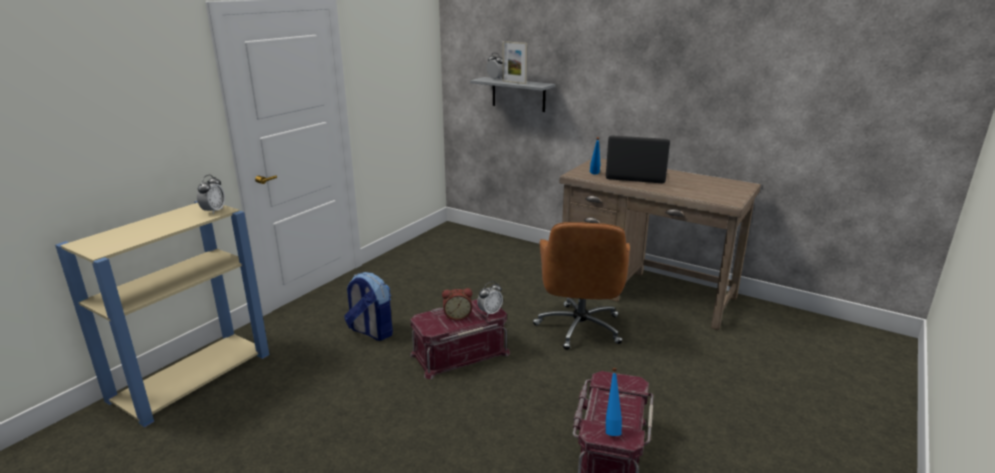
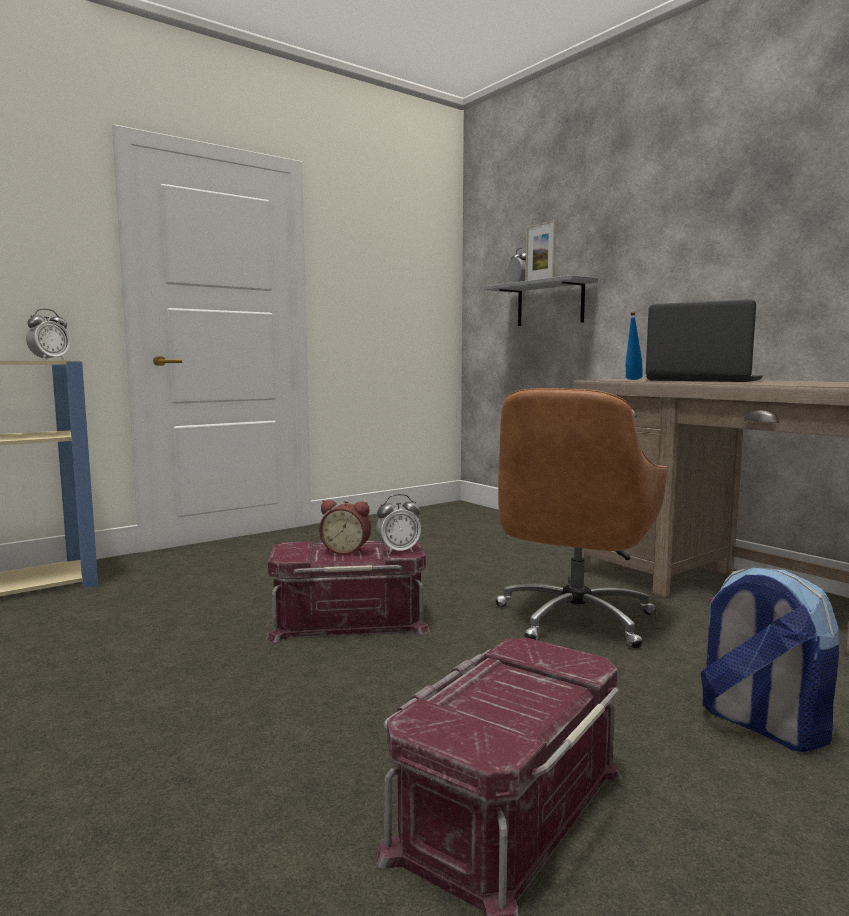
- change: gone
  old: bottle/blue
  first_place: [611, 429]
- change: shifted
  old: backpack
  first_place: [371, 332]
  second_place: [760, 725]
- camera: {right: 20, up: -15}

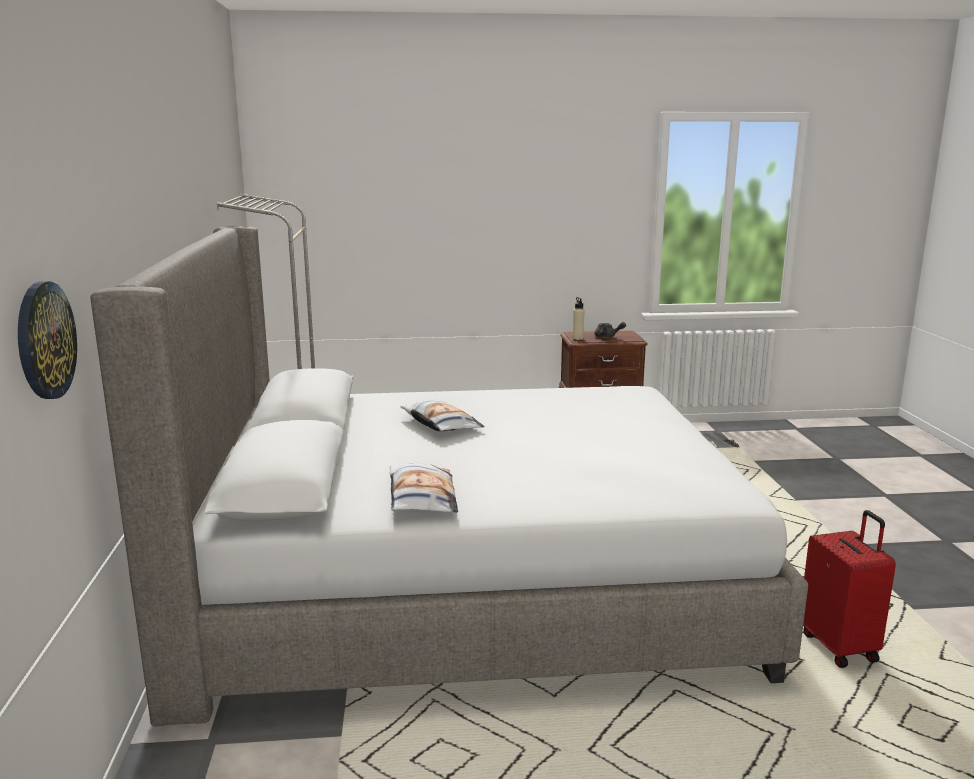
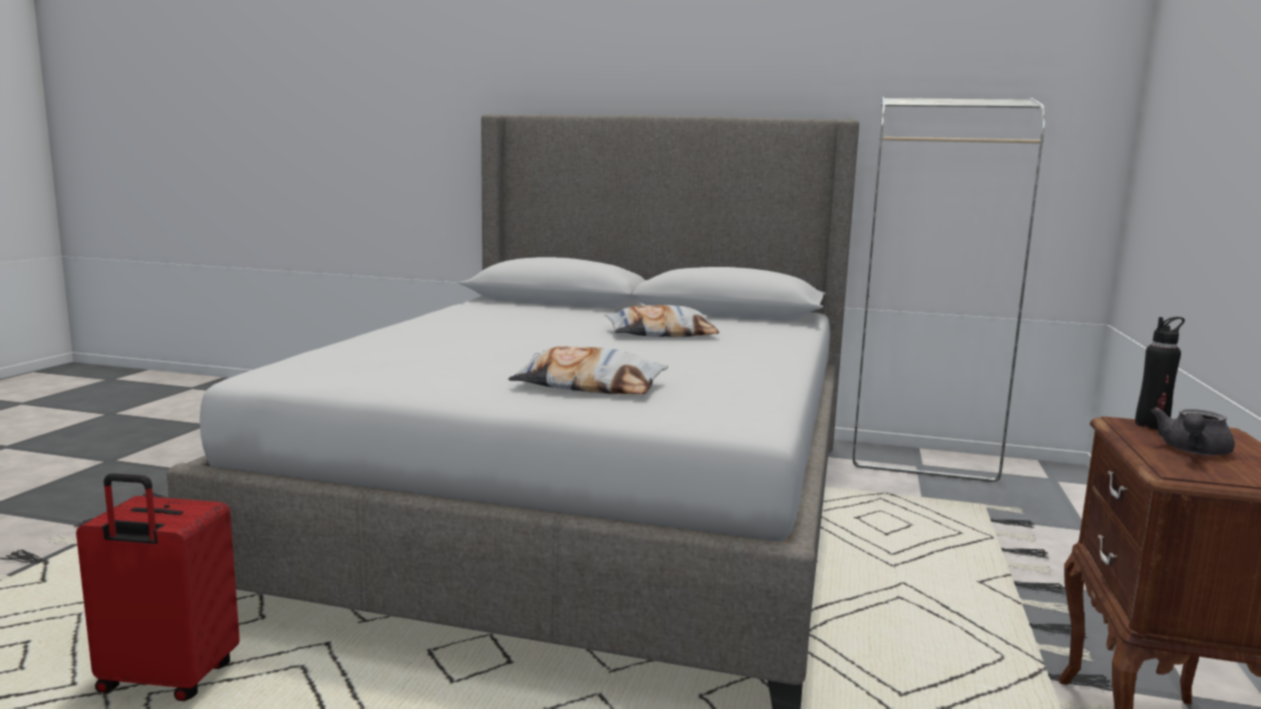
- change: gone
  old: wall clock
  first_place: [44, 340]
- change: shifted
  old: pillow
  first_place: [421, 497]
  second_place: [589, 385]
- change: repainted
  old: bottle/beige
  new: bottle/black
  first_place: [578, 338]
  second_place: [1151, 425]
- camera: {right: 110, up: -5}

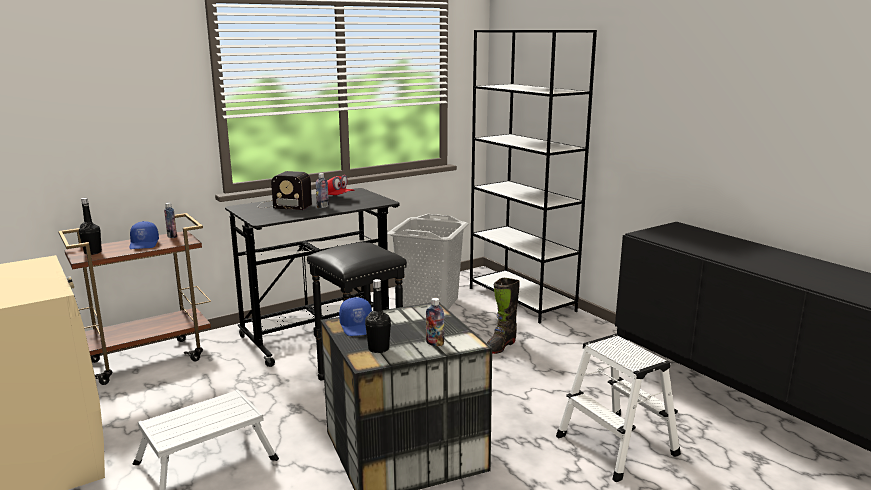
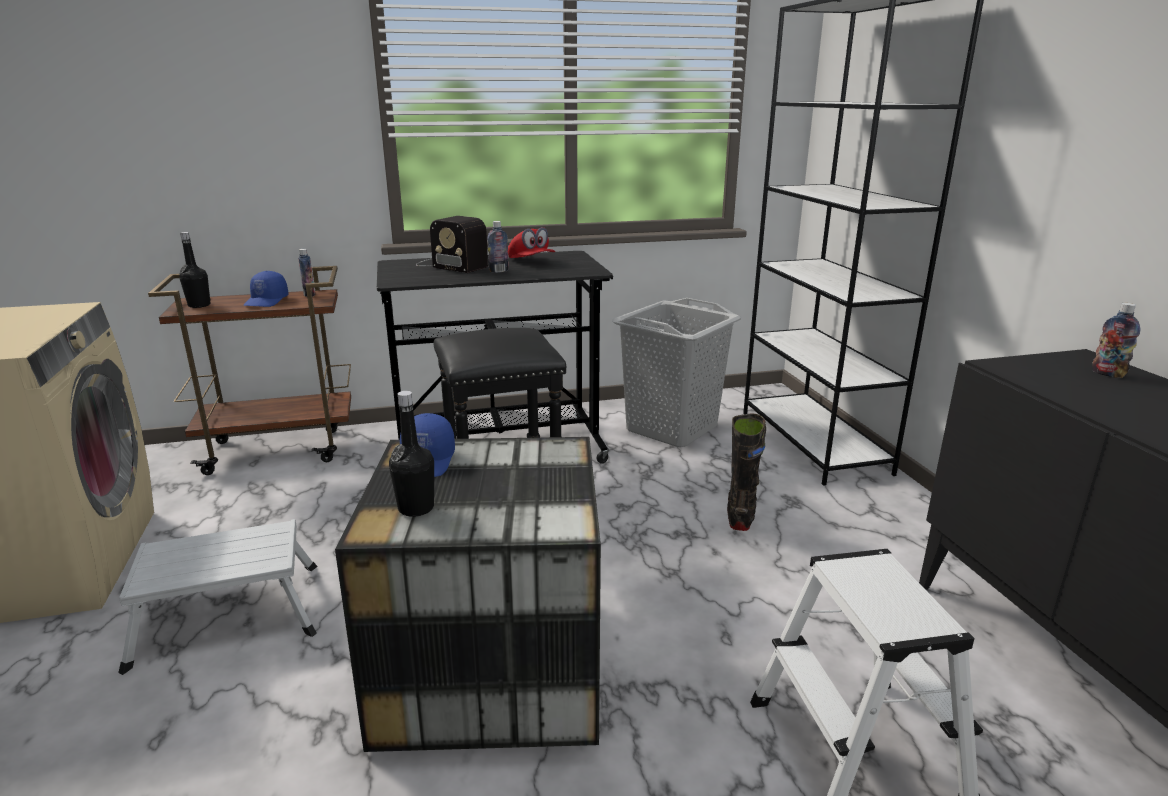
- change: shifted
  old: bottle
  first_place: [435, 343]
  second_place: [1108, 374]
- change: rotated
  old: boot/black
  first_place: [500, 346]
  second_place: [740, 513]
  degrees: 135
- camera: {right: 20, up: 5}

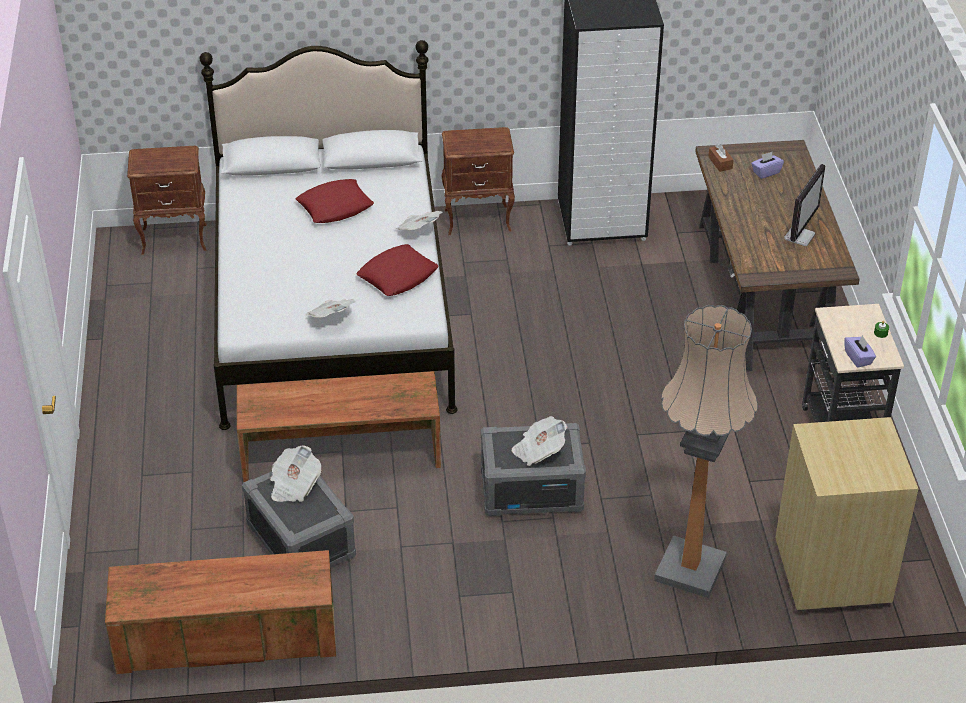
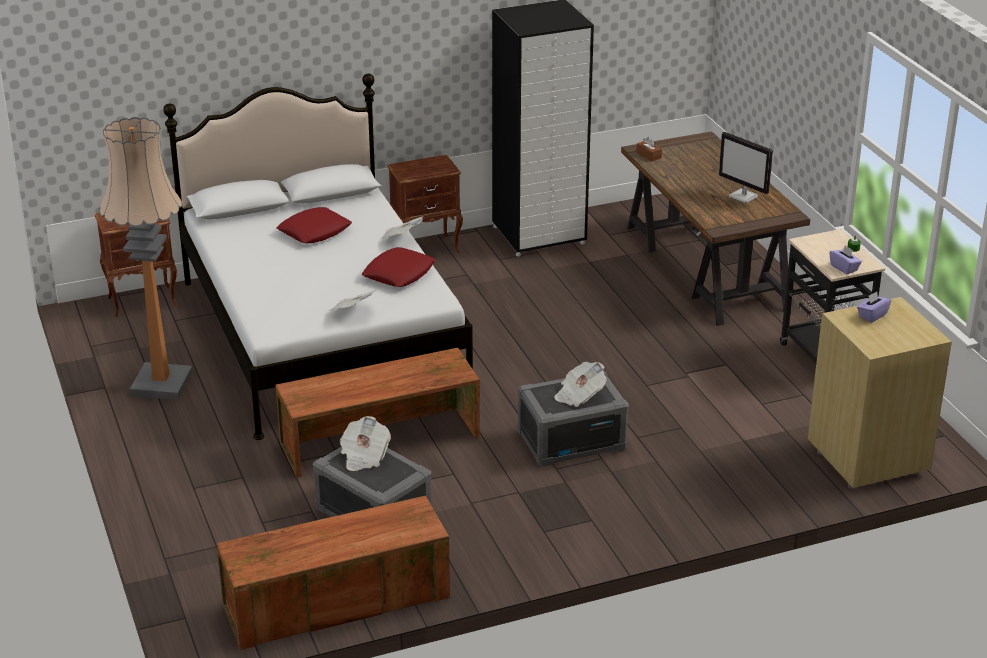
- change: shifted
  old: floor lamp
  first_place: [690, 569]
  second_place: [162, 384]
- change: shifted
  old: tissue box/purple
  first_place: [766, 172]
  second_place: [872, 315]
- change: rotated
  old: monitor
  first_place: [799, 236]
  second_place: [744, 196]
  degrees: 120
- camera: {right: -15, up: -10}

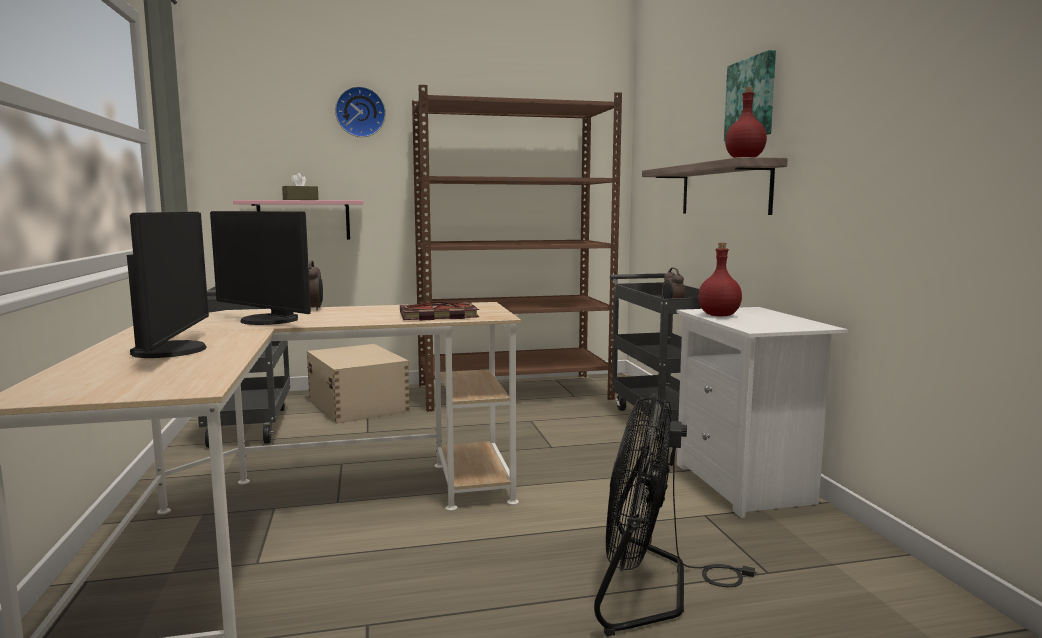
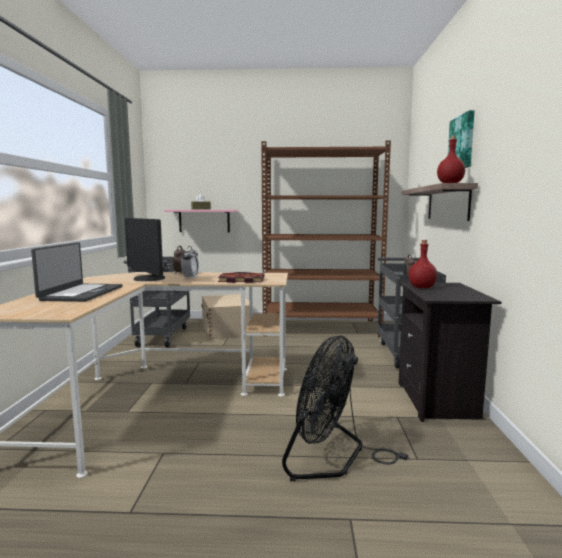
- change: gone
  old: wall clock
  first_place: [360, 112]
- change: new
  new: alarm clock
  second_place: [190, 278]
- change: swapped
  old: monitor
  new: laptop
  first_place: [173, 350]
  second_place: [81, 293]
- change: repainted
  old: nightstand/white
  new: nightstand/black
  first_place: [747, 485]
  second_place: [438, 401]
- camera: {right: 15, up: 0}

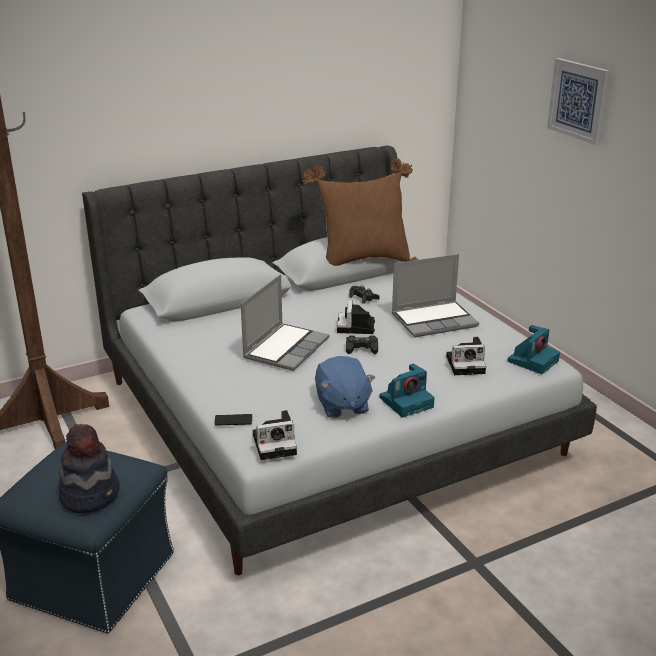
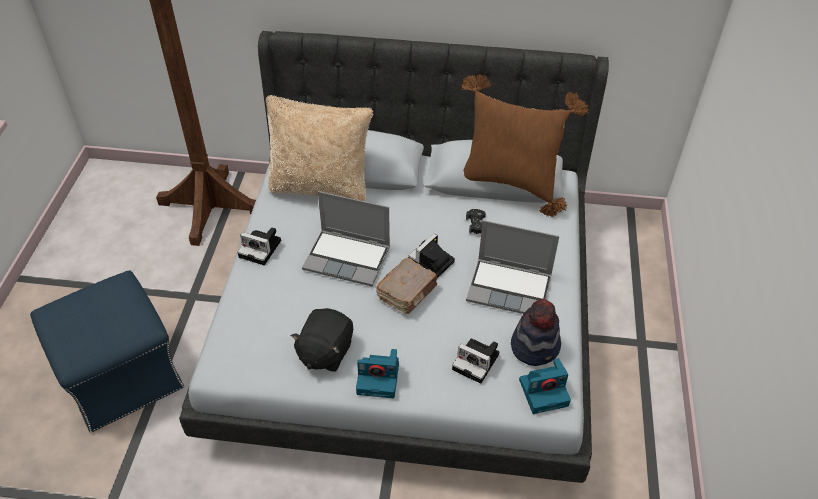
- change: gone
  old: phone
  first_place: [233, 420]
- change: gone
  old: picture
  first_place: [579, 100]
- change: new
  new: pillow/beige
  second_place: [321, 190]
- change: shifted
  old: hat
  first_place: [90, 494]
  second_place: [535, 346]
- change: shifted
  old: photo camera
  first_place: [276, 443]
  second_place: [262, 249]
- change: swapped
  old: game controller/black
  new: book/brown
  first_place: [361, 348]
  second_place: [407, 292]
- change: repainted
  old: plush toy/blue
  new: plush toy/black
  first_place: [342, 405]
  second_place: [325, 352]
- change: rotated
  old: laptop
  first_place: [286, 348]
  second_place: [348, 258]
  degrees: 45
- camera: {right: 35, up: 20}

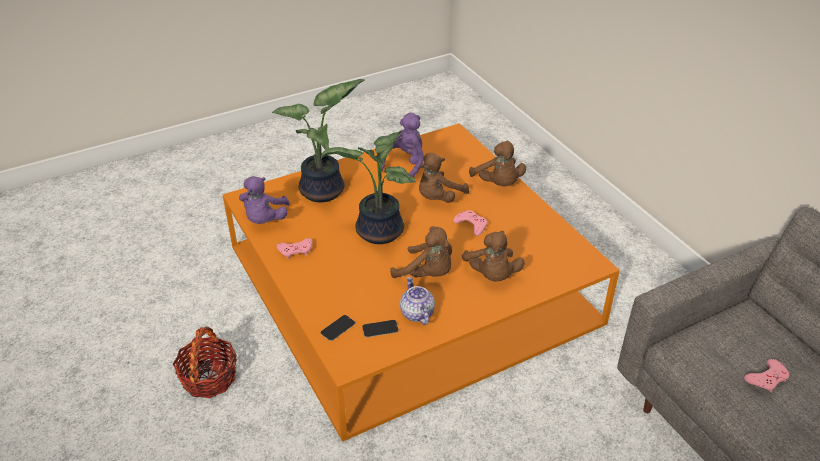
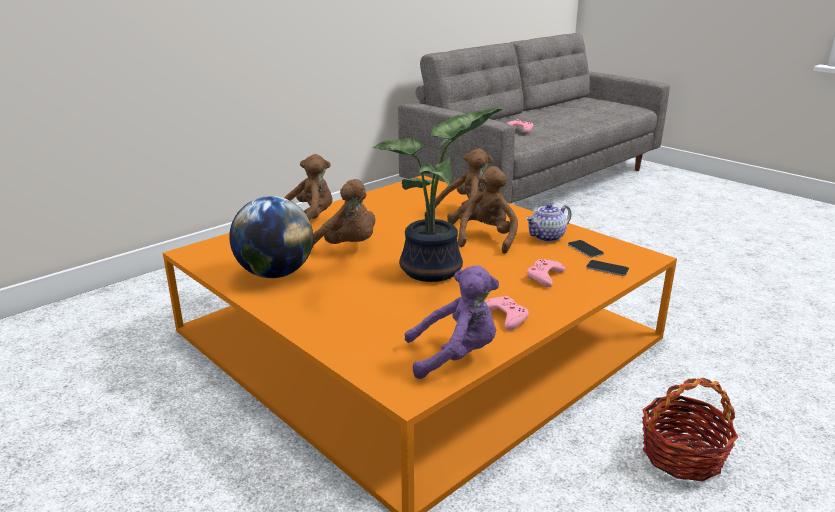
- change: gone
  old: potted plant
  first_place: [325, 191]
- change: shifted
  old: game controller/pink
  first_place: [471, 225]
  second_place: [544, 276]
- change: swapped
  old: plush toy/purple
  new: globe
  first_place: [405, 164]
  second_place: [275, 273]
- camera: {right: -105, up: -15}

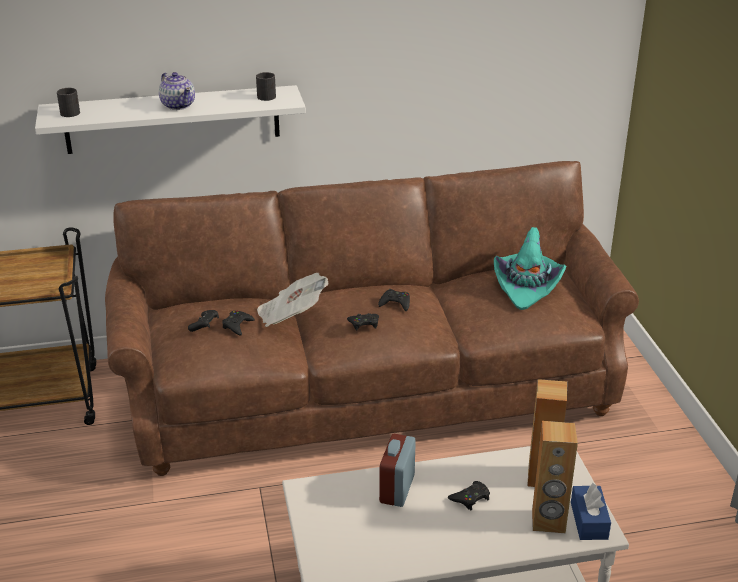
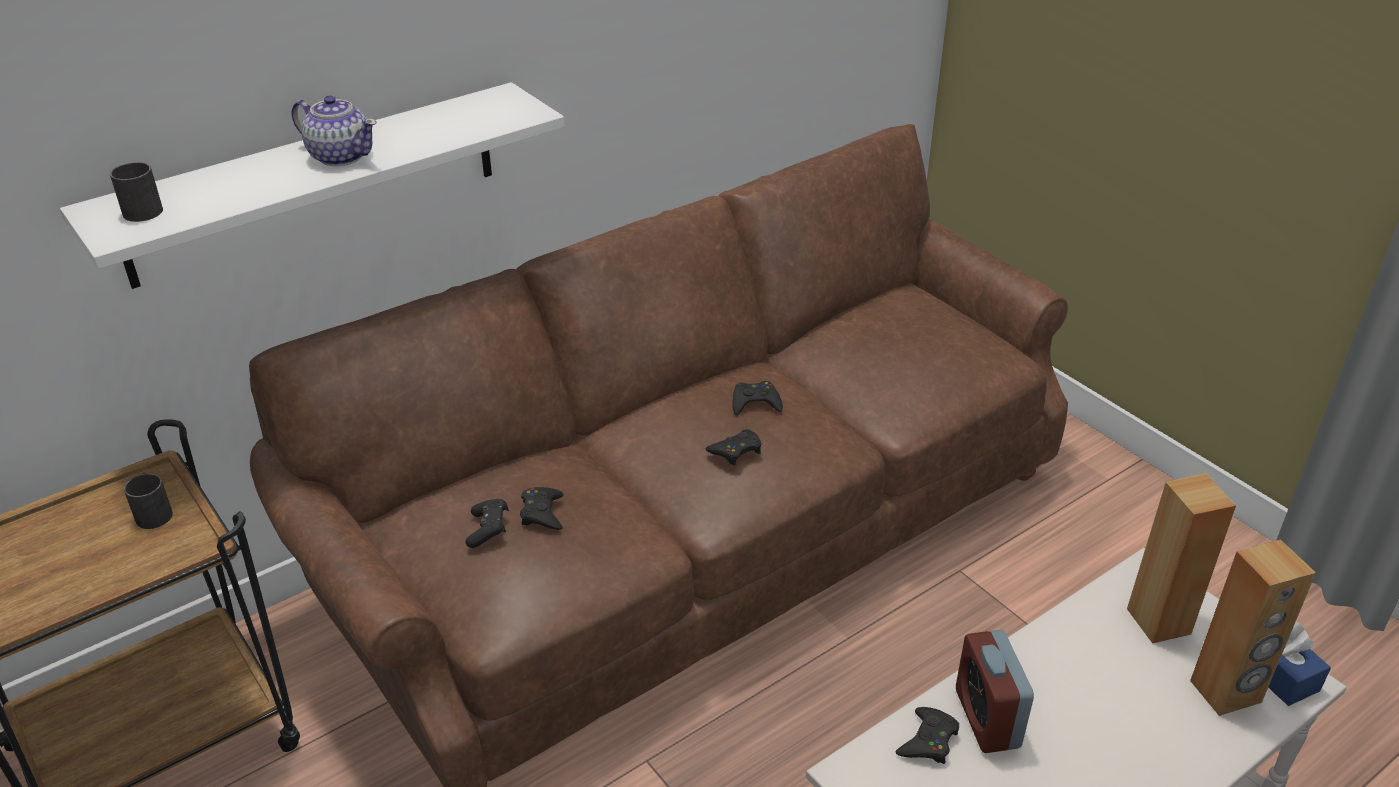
- change: gone
  old: newspaper
  first_place: [291, 315]
- change: gone
  old: hat/turquoise
  first_place: [527, 286]
- change: shifted
  old: mug/black
  first_place: [267, 95]
  second_place: [153, 511]
- change: shifted
  old: game controller/black
  first_place: [470, 498]
  second_place: [928, 741]
- camera: {right: -25, up: 5}

